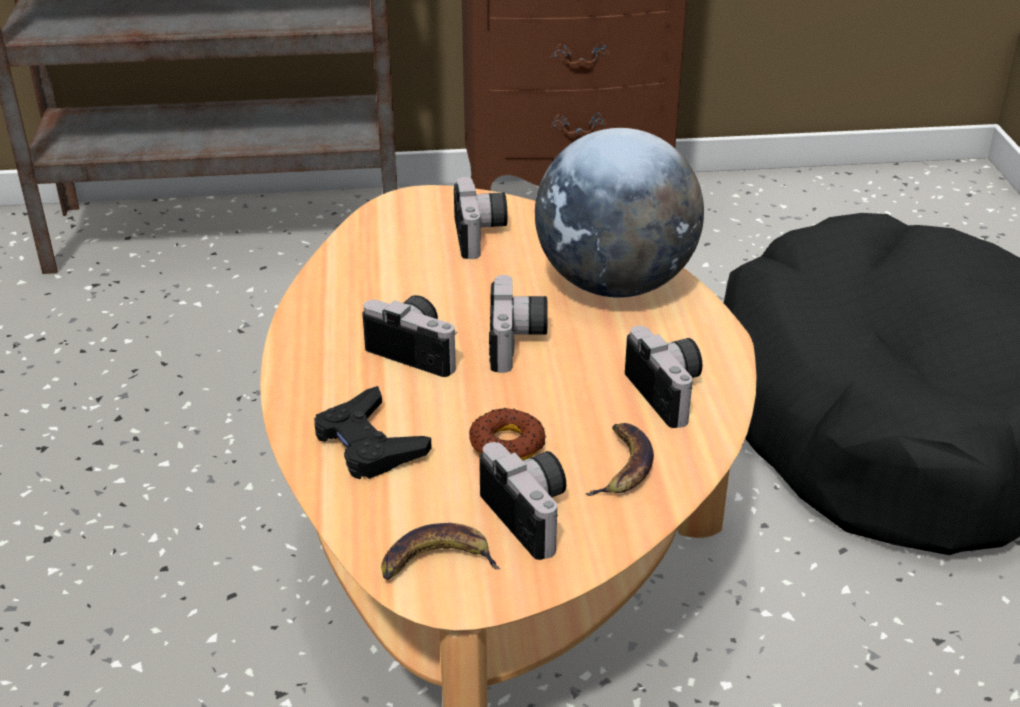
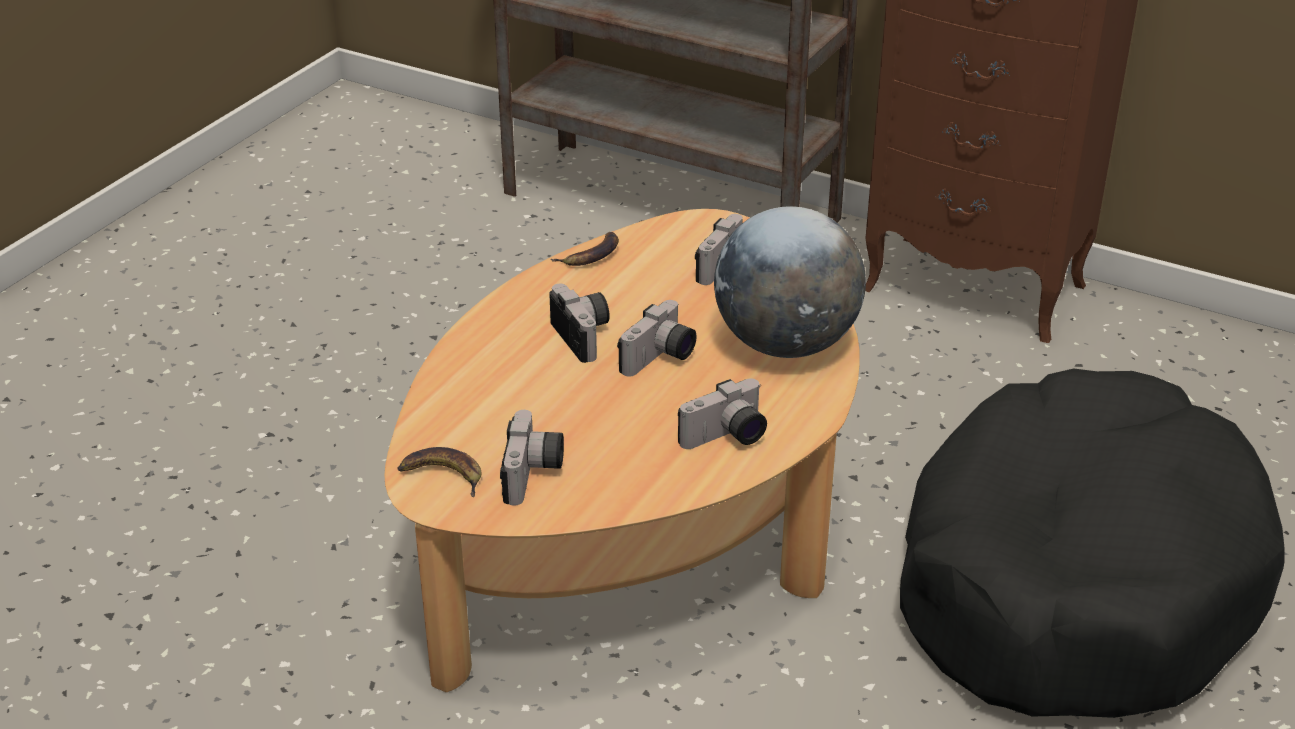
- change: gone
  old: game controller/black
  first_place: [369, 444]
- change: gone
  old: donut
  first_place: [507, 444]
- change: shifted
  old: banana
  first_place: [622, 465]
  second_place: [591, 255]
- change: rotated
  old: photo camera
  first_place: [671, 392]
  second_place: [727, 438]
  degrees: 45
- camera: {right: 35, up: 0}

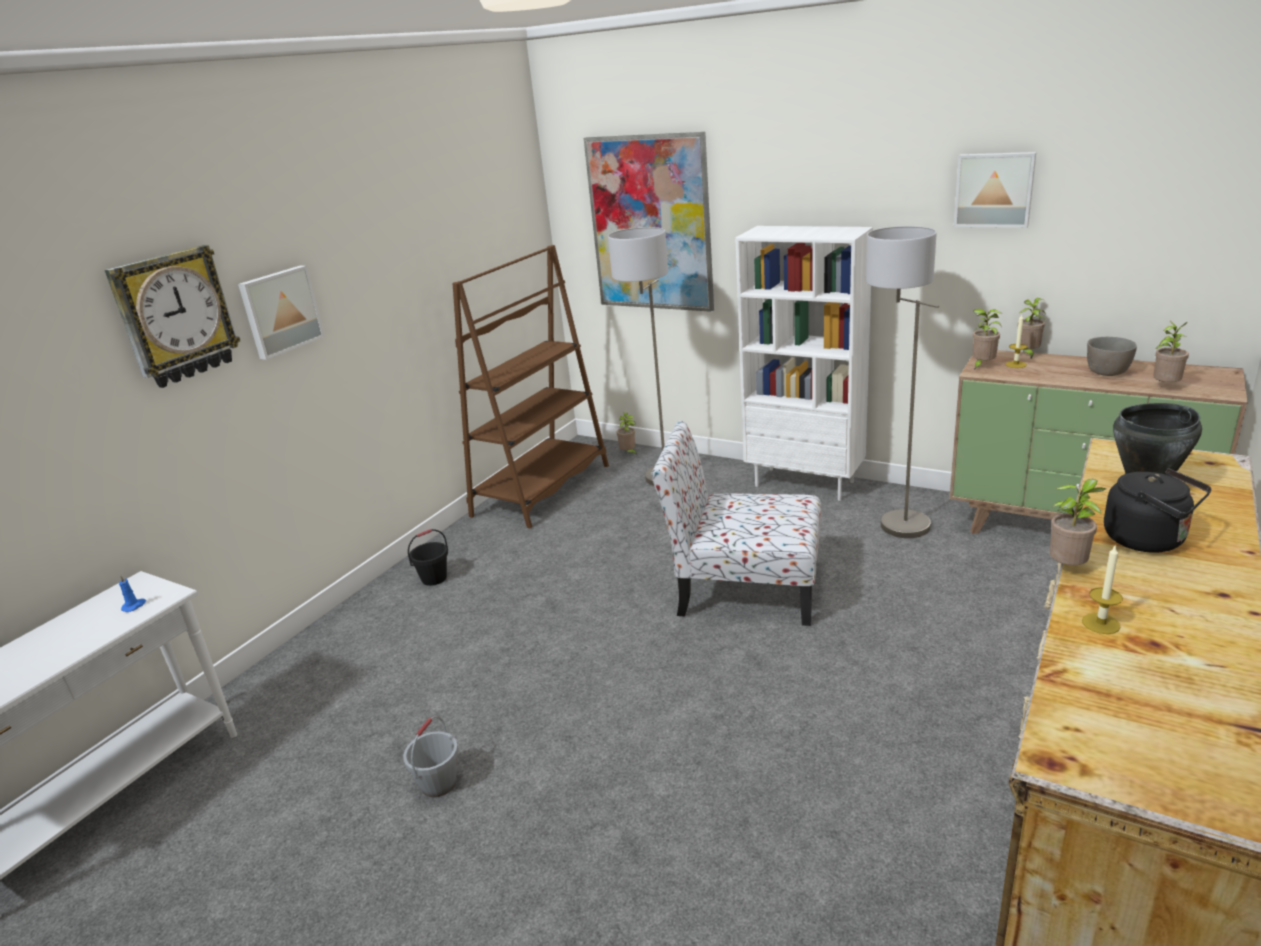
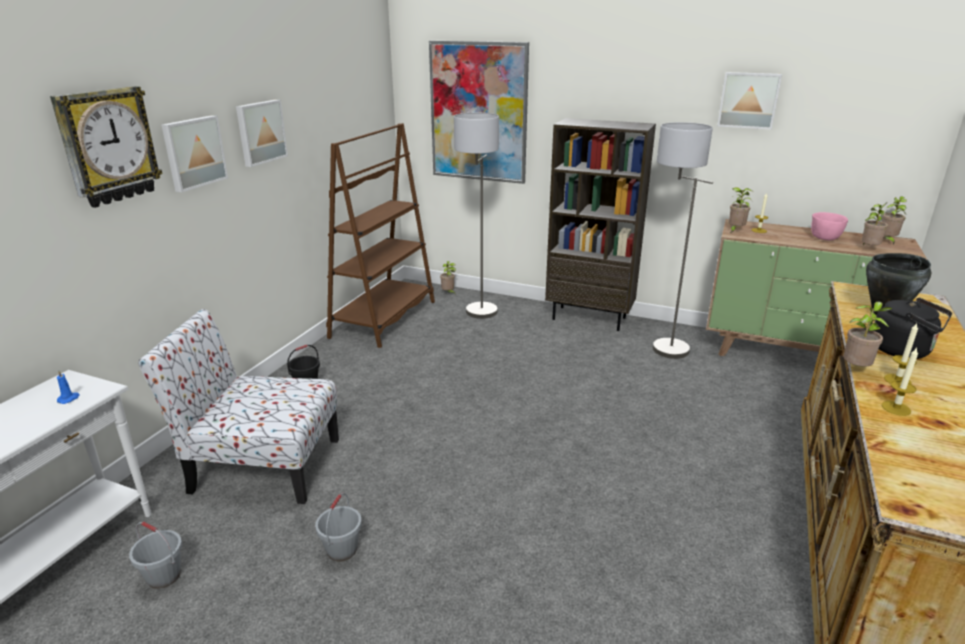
- change: new
  new: bucket/grey
  second_place: [164, 576]
- change: new
  new: picture
  second_place: [260, 132]
- change: new
  new: candle
  second_place: [897, 380]
- change: shifted
  old: chair
  first_place: [744, 589]
  second_place: [262, 465]
- change: shifted
  old: potted plant
  first_place: [1027, 354]
  second_place: [887, 241]
- change: repainted
  old: bookcase/white
  new: bookcase/brown
  first_place: [805, 483]
  second_place: [589, 318]
- change: repainted
  old: bowl/grey
  new: bowl/pink
  first_place: [1107, 372]
  second_place: [825, 238]
- camera: {right: -10, up: 0}

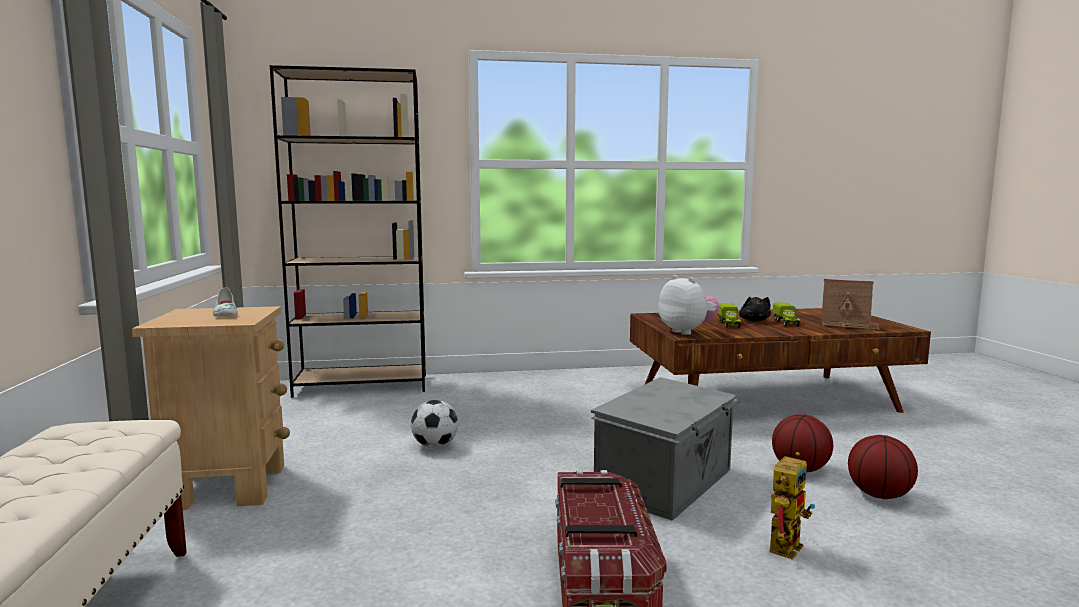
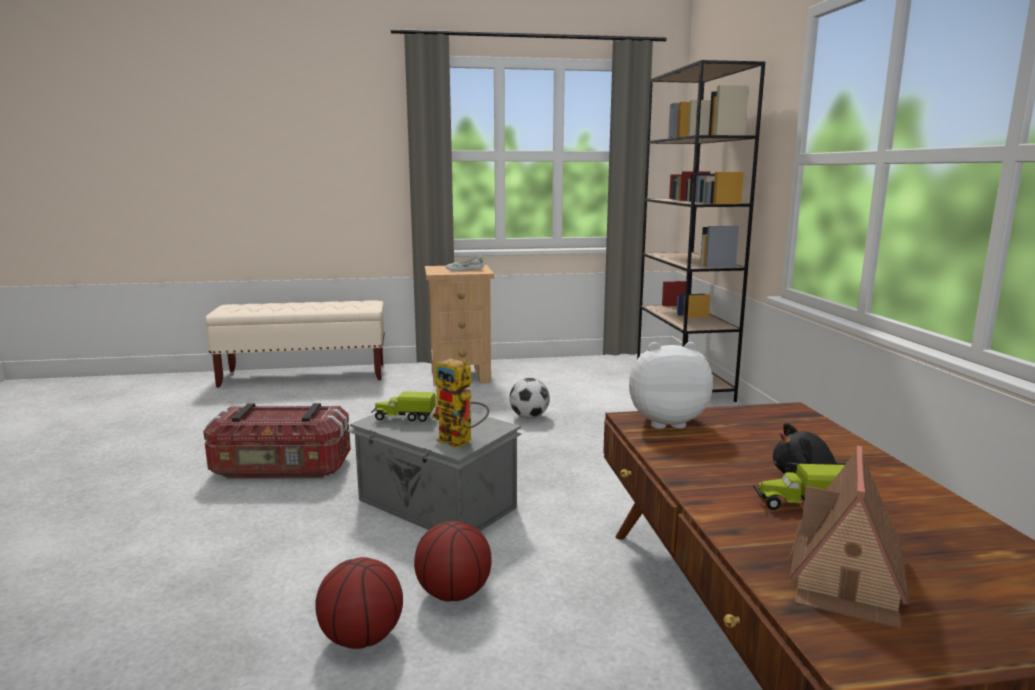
- change: shifted
  old: toy truck
  first_place: [729, 324]
  second_place: [403, 417]
- change: shifted
  old: toy robot
  first_place: [785, 544]
  second_place: [461, 442]
- change: rotated
  old: plush toy
  first_place: [687, 332]
  second_place: [665, 422]
  degrees: -150
- camera: {right: 90, up: 5}

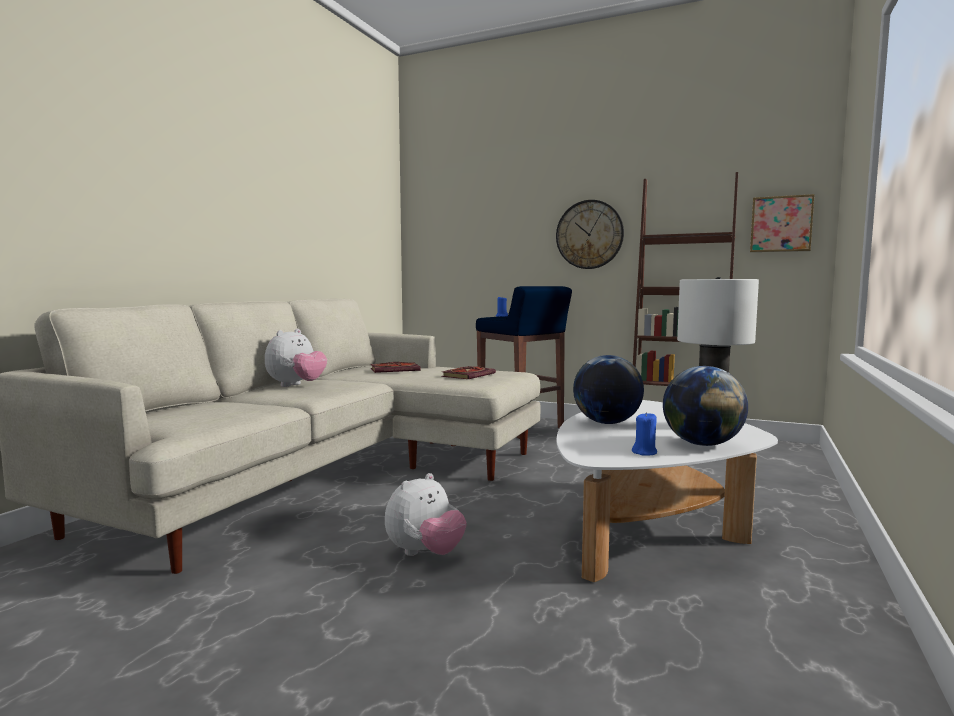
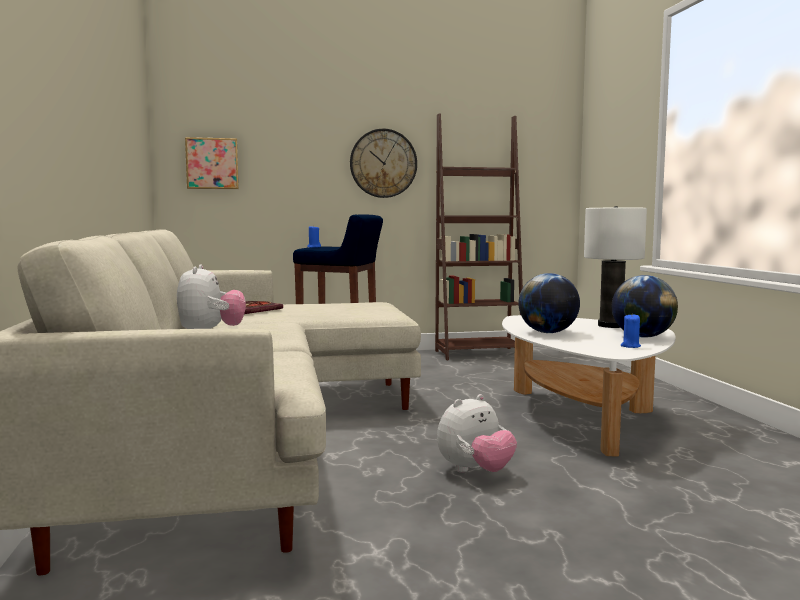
- change: gone
  old: book
  first_place: [468, 375]
- change: shifted
  old: picture
  first_place: [781, 224]
  second_place: [212, 163]
- change: rotated
  old: plush toy
  first_place: [425, 553]
  second_place: [475, 471]
  degrees: 45
- camera: {right: -35, up: 0}

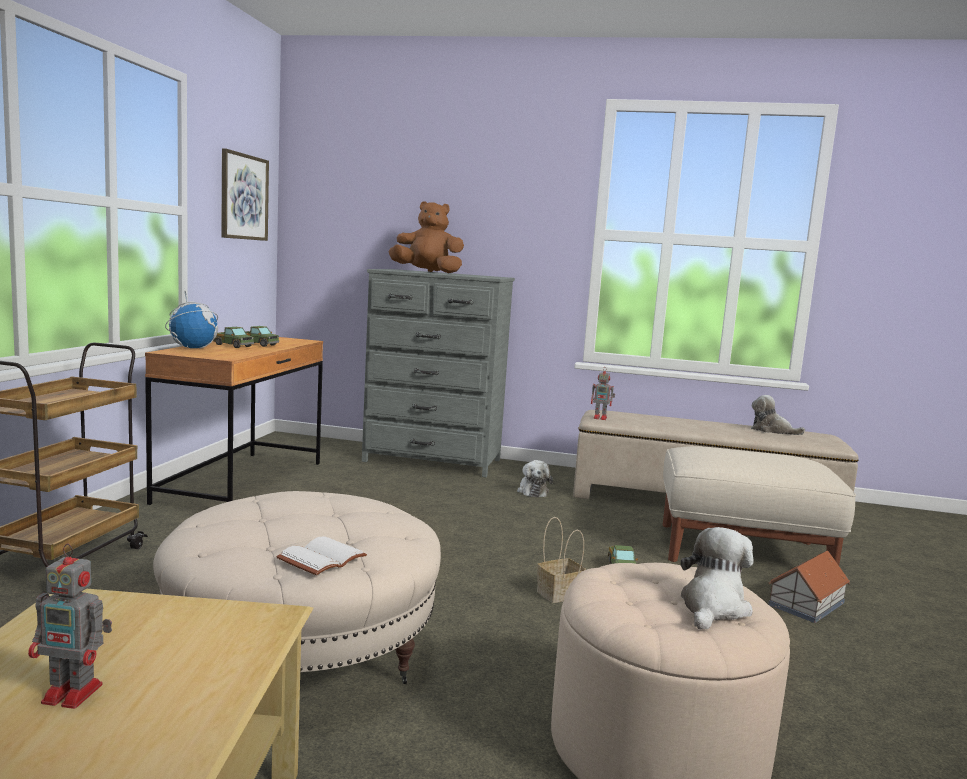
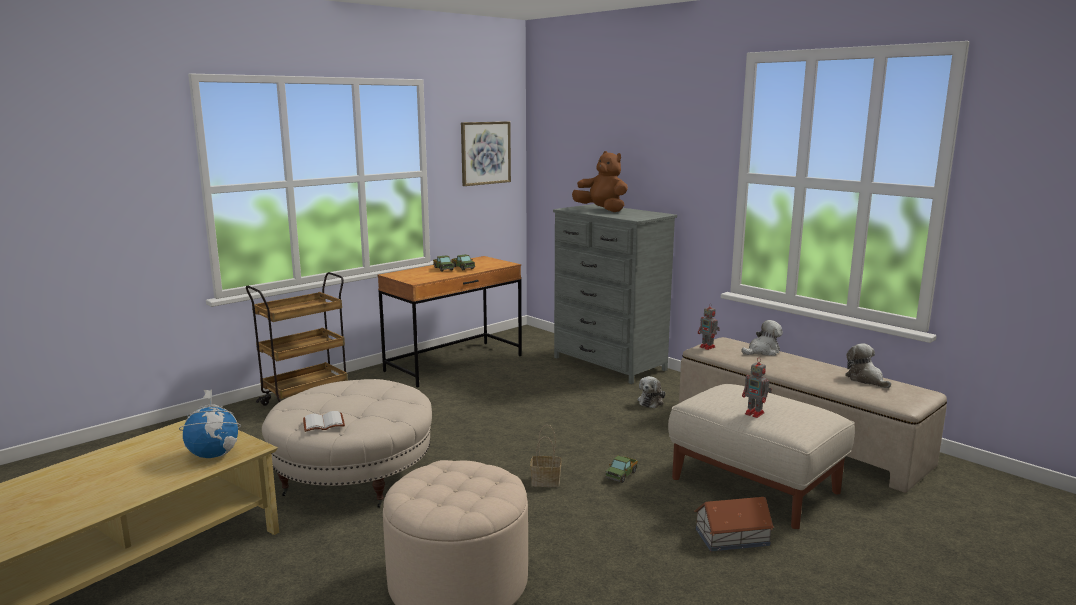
- change: shifted
  old: toy robot
  first_place: [75, 694]
  second_place: [755, 413]
- change: shifted
  old: globe
  first_place: [193, 348]
  second_place: [214, 455]
- change: shifted
  old: plush toy
  first_place: [712, 607]
  second_place: [762, 351]
- camera: {right: 35, up: 5}

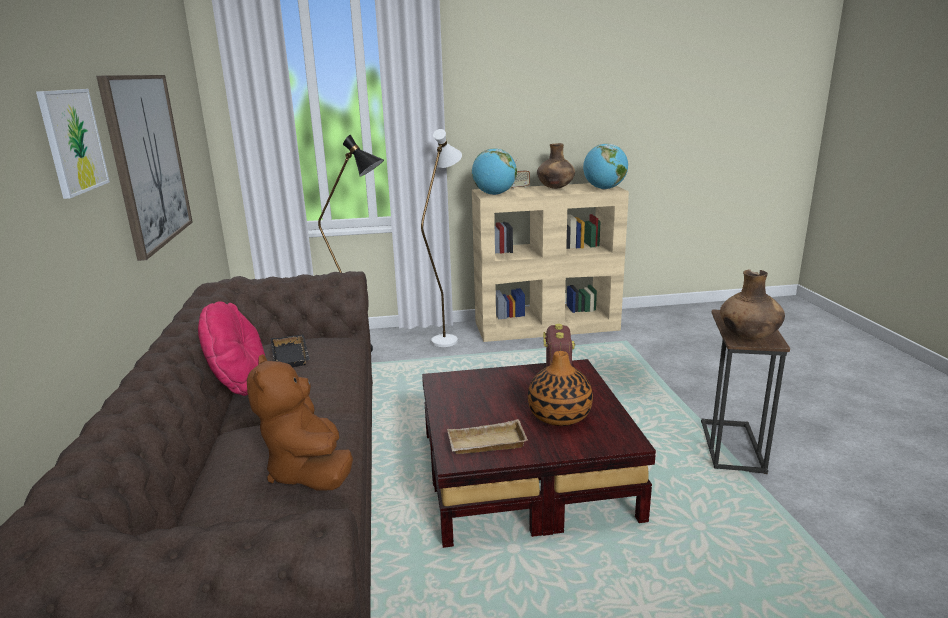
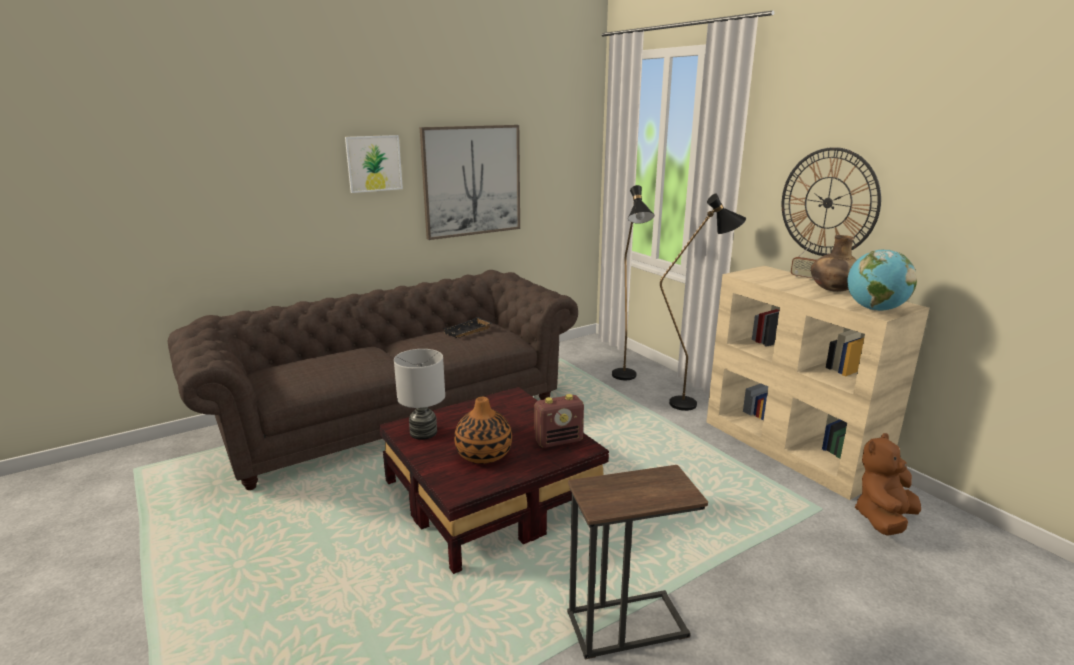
- change: gone
  old: pillow/pink
  first_place: [240, 387]
- change: gone
  old: globe
  first_place: [494, 194]
- change: gone
  old: vase/brown
  first_place: [749, 337]
- change: new
  new: wall clock
  second_place: [828, 202]
- change: shifted
  old: plush toy/brown
  first_place: [309, 472]
  second_place: [883, 519]
- change: swapped
  old: tray/beige
  new: table lamp/grey
  first_place: [486, 444]
  second_place: [423, 433]
- change: repainted
  old: floor lamp/white
  new: floor lamp/black
  first_place: [448, 338]
  second_place: [693, 403]
- camera: {right: 65, up: 0}

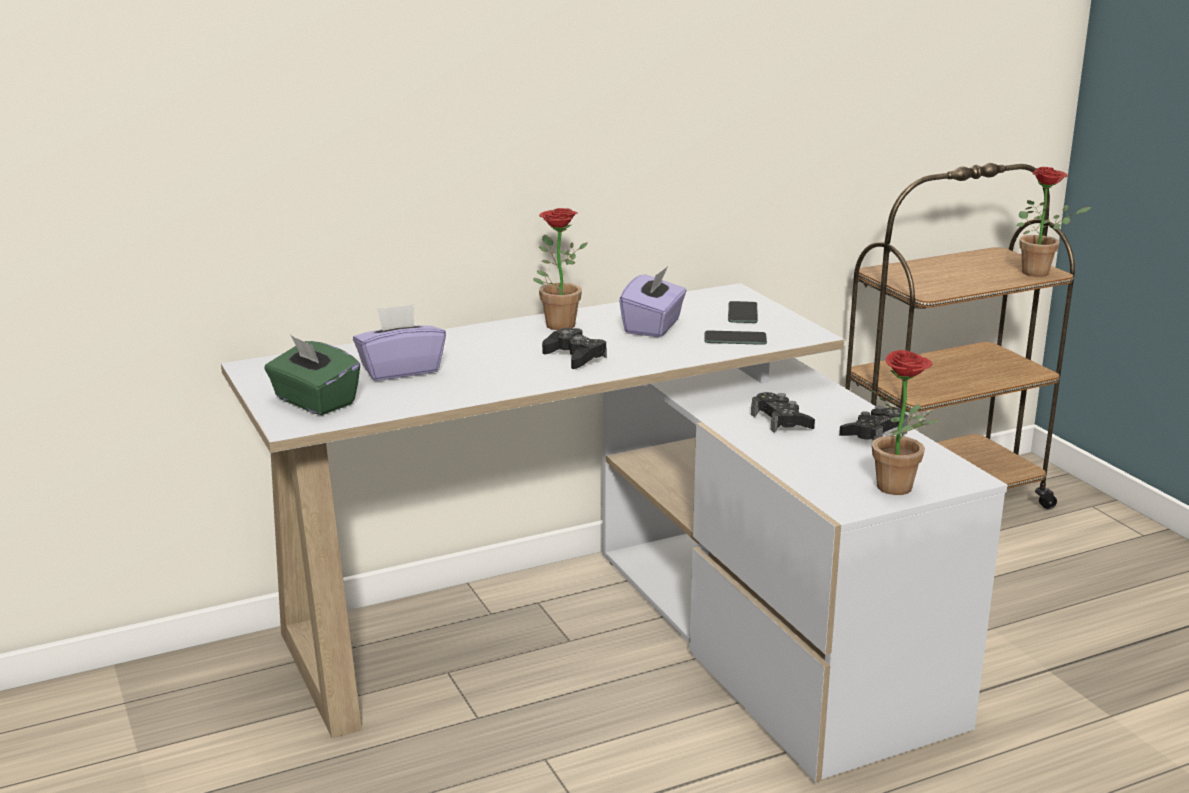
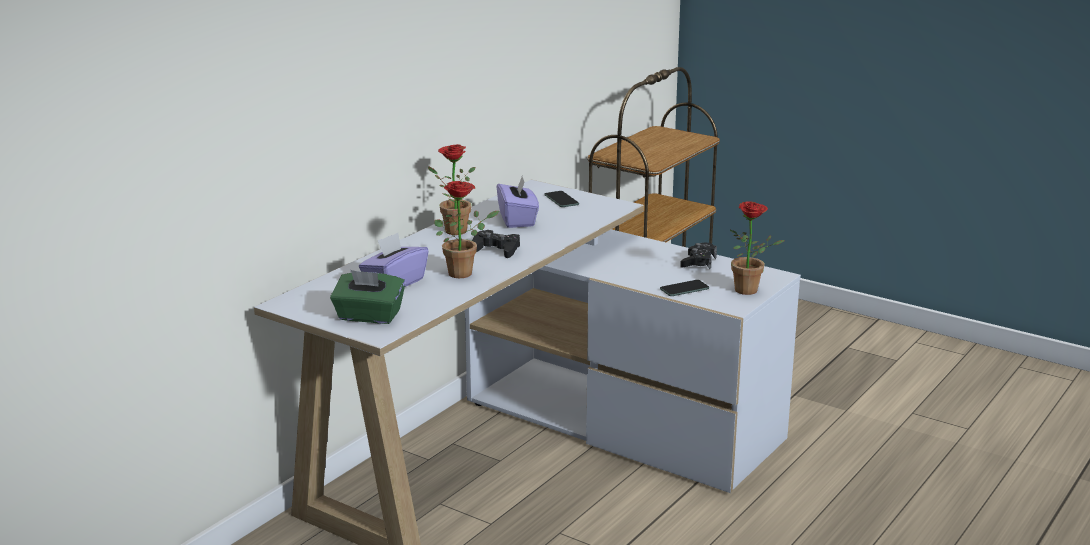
- change: gone
  old: game controller/black
  first_place: [781, 421]
- change: shifted
  old: phone
  first_place: [735, 339]
  second_place: [684, 289]
- change: shifted
  old: potted plant
  first_place: [1041, 272]
  second_place: [465, 272]
- camera: {right: -30, up: 0}

